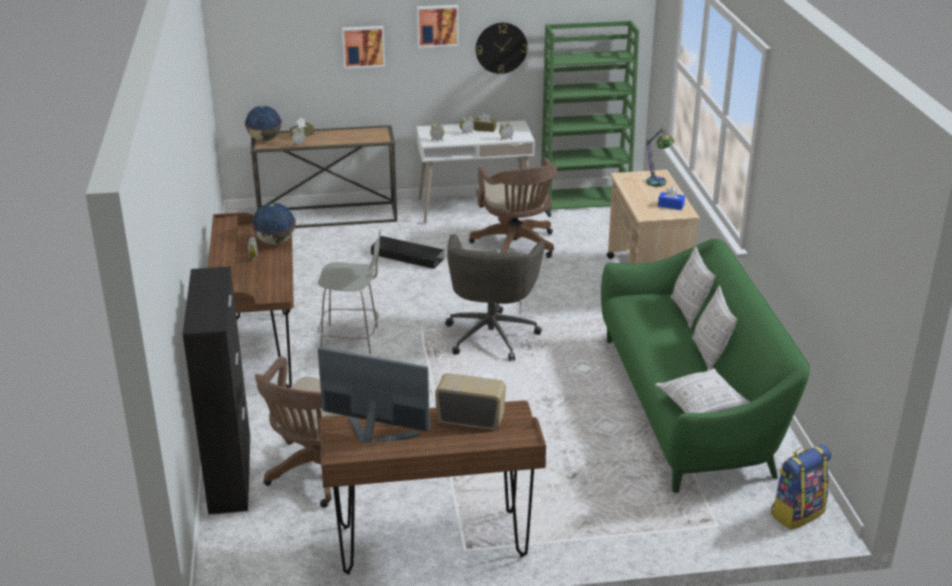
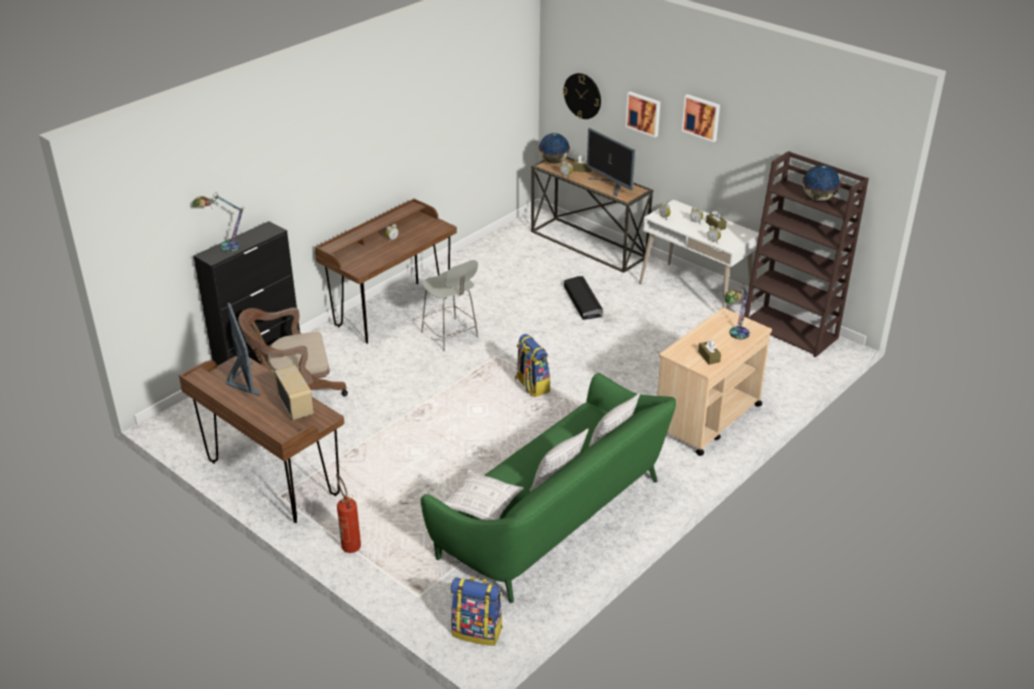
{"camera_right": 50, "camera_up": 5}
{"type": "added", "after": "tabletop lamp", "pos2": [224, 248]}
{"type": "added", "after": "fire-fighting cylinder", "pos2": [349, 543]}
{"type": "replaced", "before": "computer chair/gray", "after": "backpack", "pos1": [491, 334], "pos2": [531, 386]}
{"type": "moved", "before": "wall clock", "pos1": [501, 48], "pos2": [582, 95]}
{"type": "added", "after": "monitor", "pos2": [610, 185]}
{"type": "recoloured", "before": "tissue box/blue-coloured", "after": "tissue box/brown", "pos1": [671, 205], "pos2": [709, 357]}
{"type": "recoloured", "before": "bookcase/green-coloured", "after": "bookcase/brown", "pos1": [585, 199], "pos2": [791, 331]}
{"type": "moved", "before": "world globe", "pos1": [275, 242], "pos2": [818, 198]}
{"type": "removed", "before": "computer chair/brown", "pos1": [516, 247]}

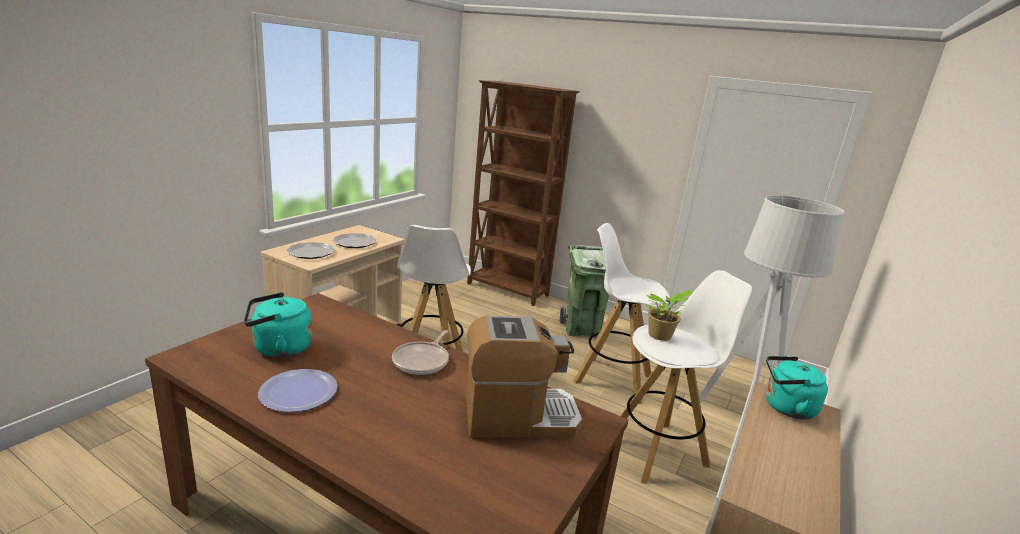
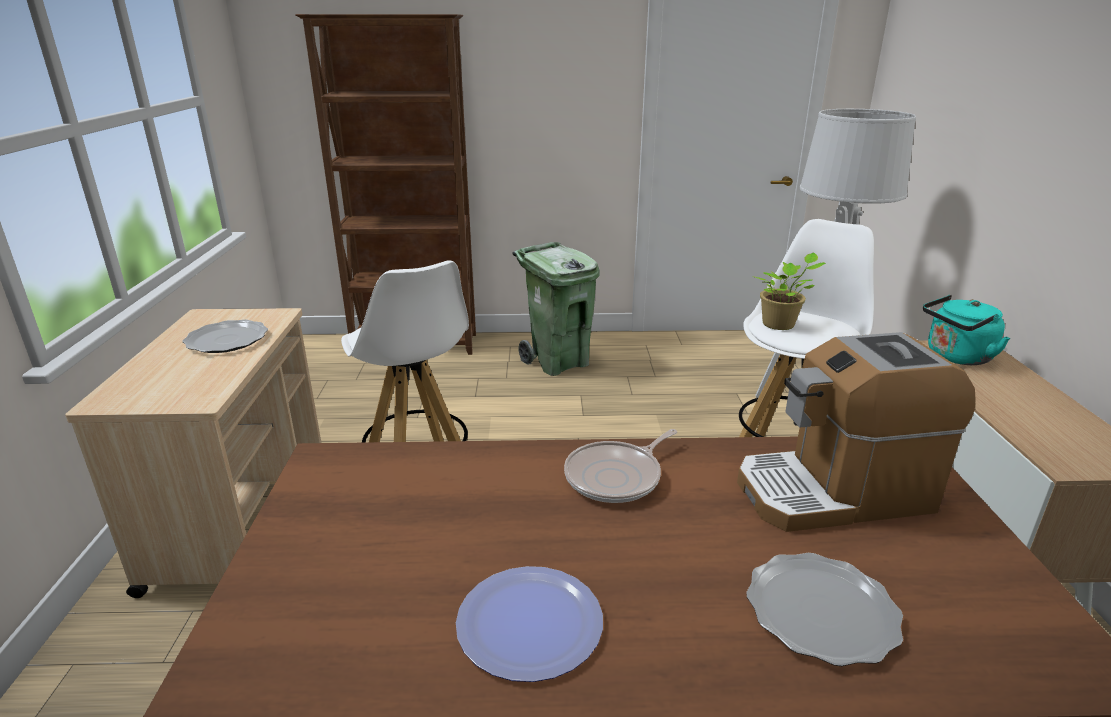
{"camera_right": -30, "camera_up": 5}
{"type": "turned", "before": "pan", "pos1": [422, 361], "pos2": [617, 477], "turn": 60}
{"type": "turned", "before": "coffee maker", "pos1": [519, 416], "pos2": [834, 492], "turn": -150}
{"type": "moved", "before": "dinner plate", "pos1": [311, 252], "pos2": [821, 611]}
{"type": "removed", "before": "tea kettle/turquoise-coloured", "pos1": [279, 348]}
{"type": "removed", "before": "sitting stool/whitish", "pos1": [612, 379]}

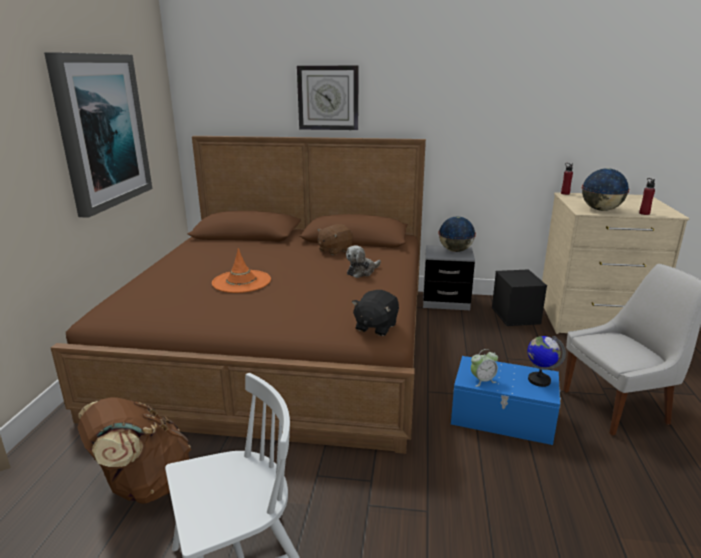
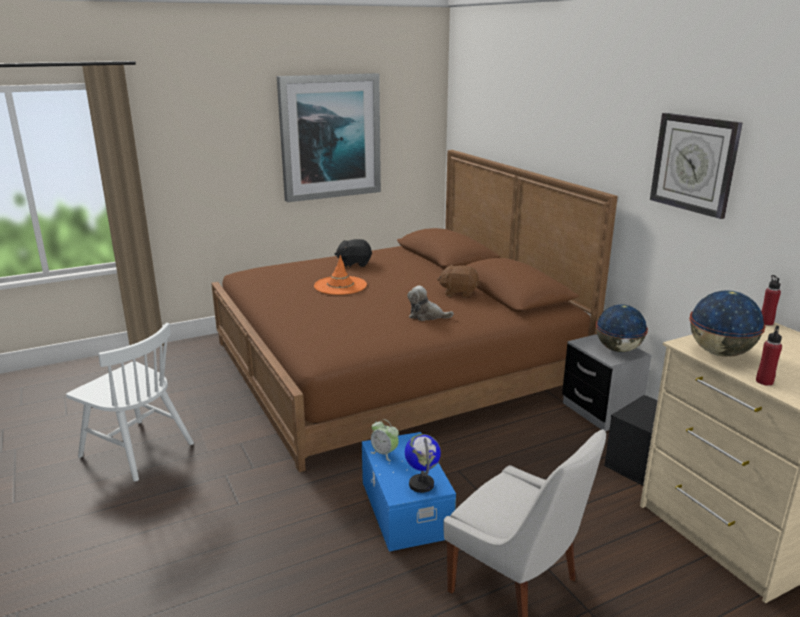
{"camera_right": 55, "camera_up": 0}
{"type": "moved", "before": "soft toy/black-coloured", "pos1": [375, 327], "pos2": [354, 263]}
{"type": "moved", "before": "wall clock", "pos1": [328, 98], "pos2": [694, 164]}
{"type": "removed", "before": "backpack/brown", "pos1": [143, 485]}

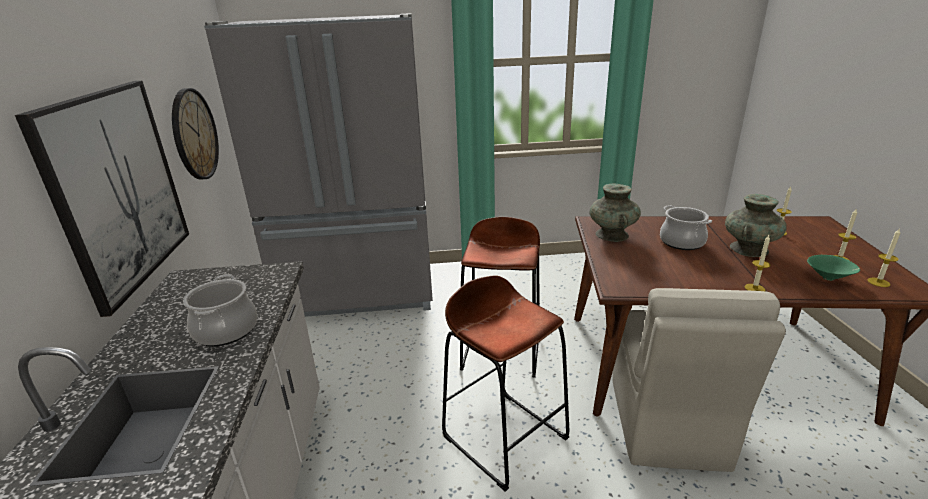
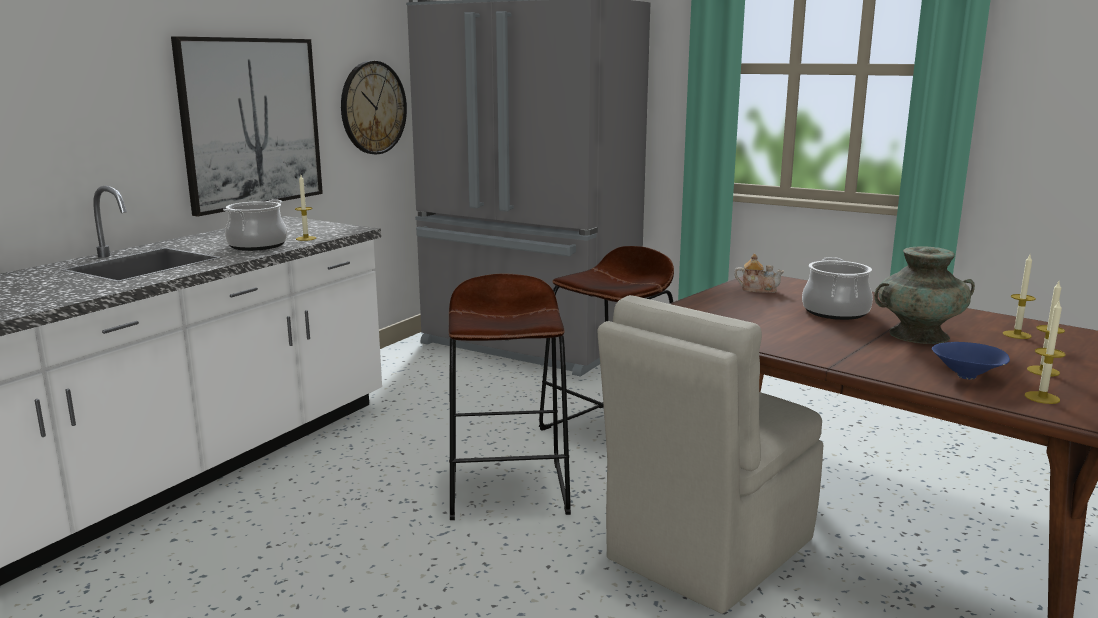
{"camera_right": 35, "camera_up": -10}
{"type": "moved", "before": "candle", "pos1": [754, 288], "pos2": [306, 238]}
{"type": "replaced", "before": "vase/turquoise-coloured", "after": "tea pot", "pos1": [611, 234], "pos2": [758, 289]}
{"type": "recoloured", "before": "deep dish/green-coloured", "after": "deep dish/blue-coloured", "pos1": [829, 278], "pos2": [968, 377]}

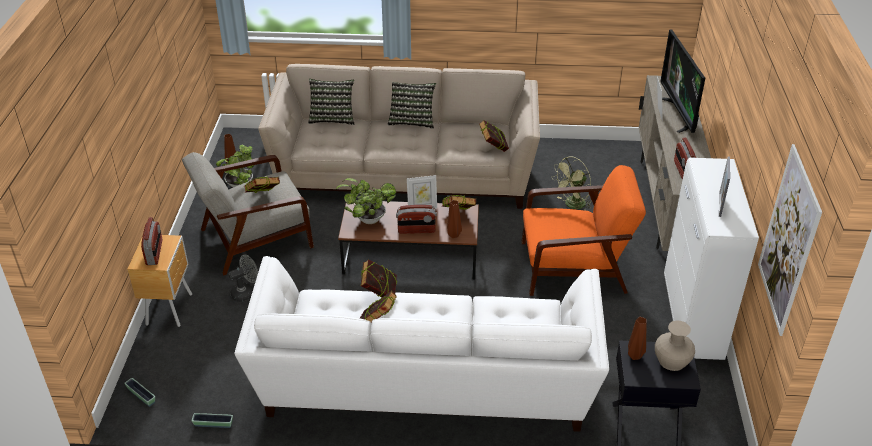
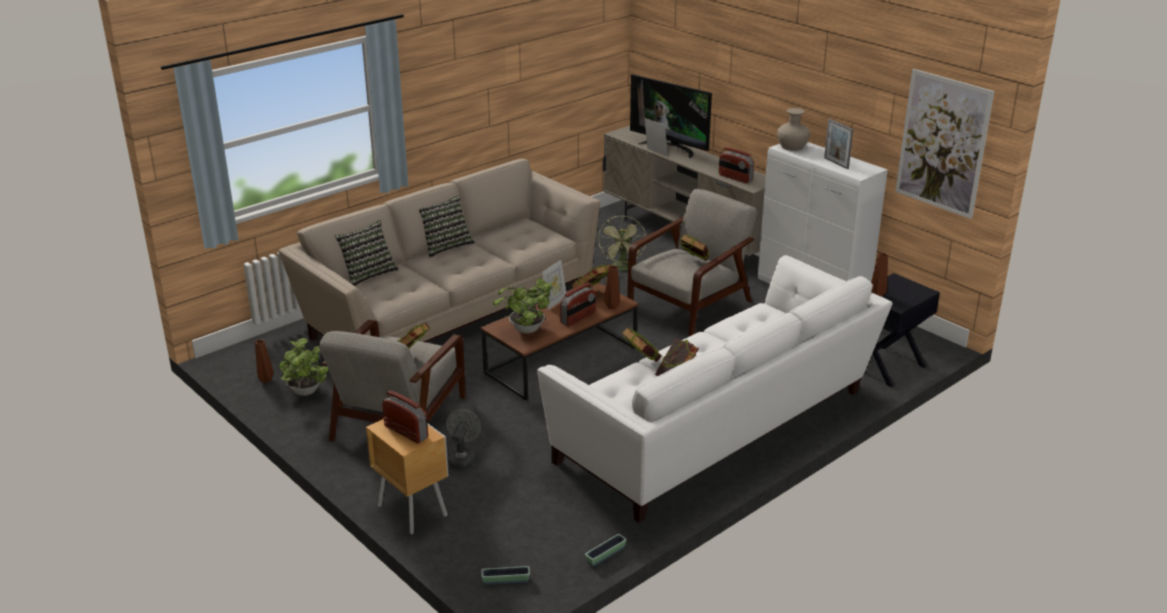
{"camera_right": -45, "camera_up": -10}
{"type": "recoloured", "before": "lounge chair/orange", "after": "lounge chair/gray", "pos1": [575, 267], "pos2": [691, 304]}
{"type": "moved", "before": "volume", "pos1": [493, 149], "pos2": [694, 263]}
{"type": "moved", "before": "vase/beige-coloured", "pos1": [672, 360], "pos2": [792, 146]}

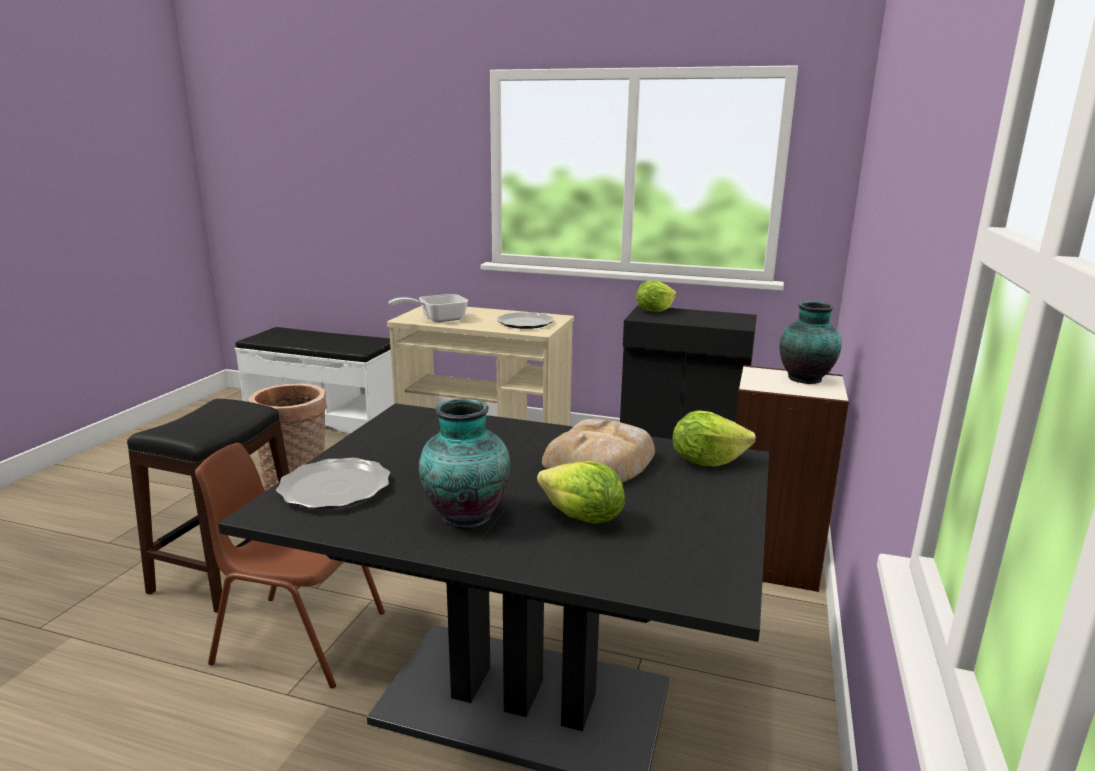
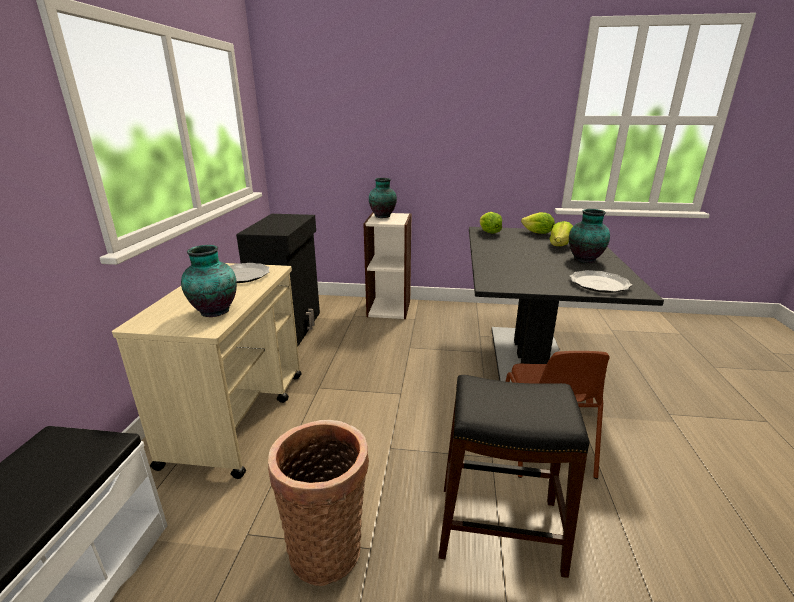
{"camera_right": -100, "camera_up": 5}
{"type": "replaced", "before": "pan", "after": "vase", "pos1": [437, 319], "pos2": [214, 312]}
{"type": "moved", "before": "head of lettuce", "pos1": [654, 311], "pos2": [537, 233]}
{"type": "removed", "before": "bakery bread", "pos1": [601, 461]}

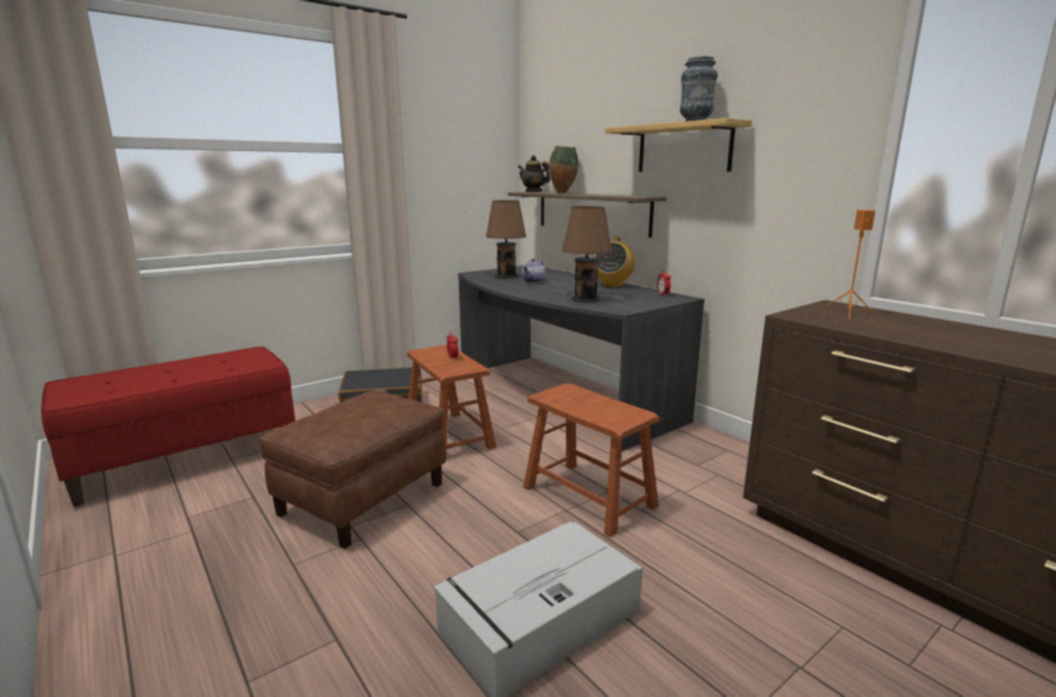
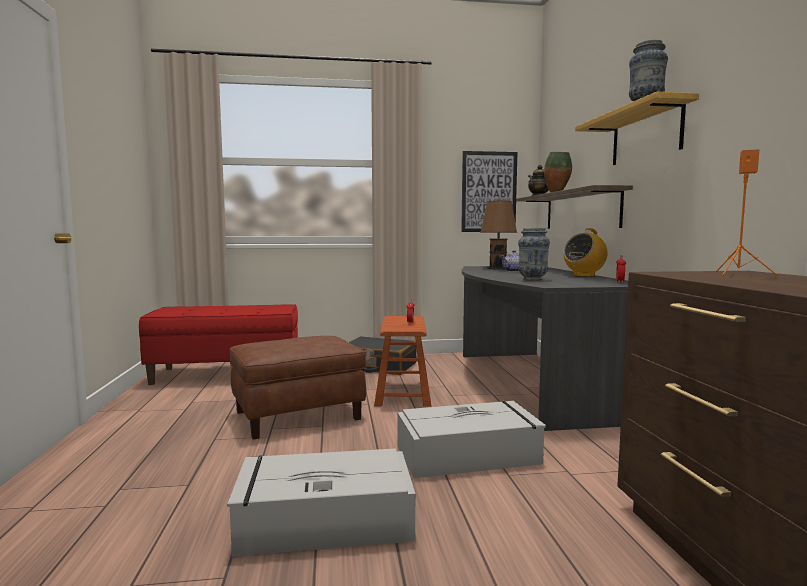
{"camera_right": 30, "camera_up": -10}
{"type": "replaced", "before": "sitting stool/brown", "after": "storage box/gray", "pos1": [588, 496], "pos2": [469, 454]}
{"type": "added", "after": "wall picture", "pos2": [489, 192]}
{"type": "replaced", "before": "tabletop lamp/brown", "after": "vase", "pos1": [585, 298], "pos2": [532, 279]}

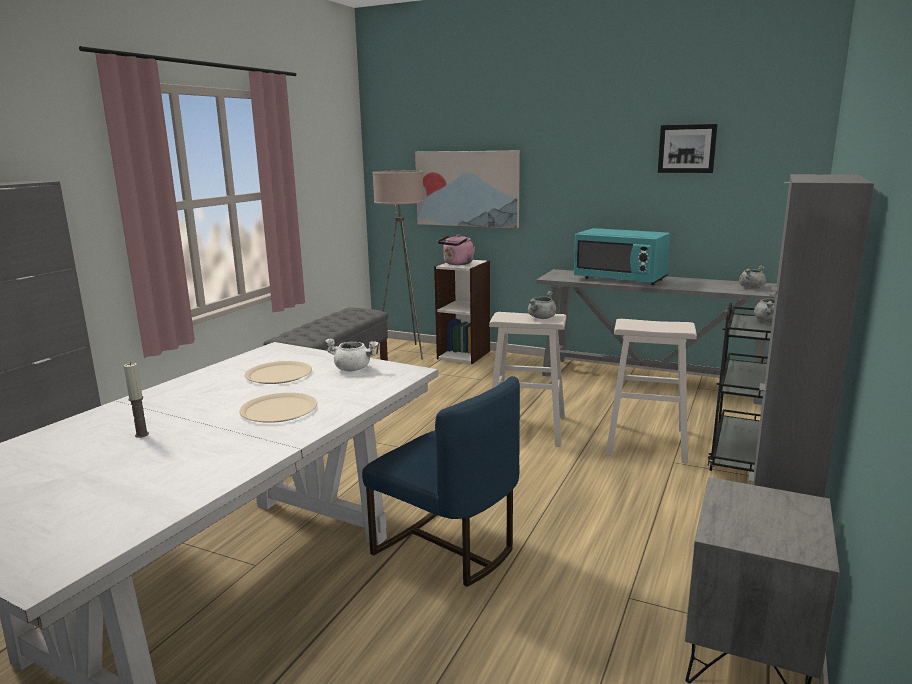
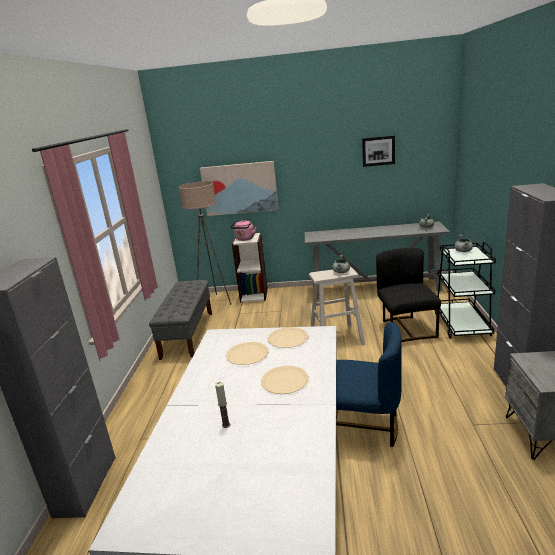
{"camera_right": -20, "camera_up": 5}
{"type": "replaced", "before": "stockpot/whitish", "after": "dinner plate/beige-coloured", "pos1": [353, 369], "pos2": [288, 338]}
{"type": "replaced", "before": "sitting stool/beige-coloured", "after": "plain chair/black-coloured", "pos1": [647, 441], "pos2": [406, 329]}
{"type": "removed", "before": "microwave/turquoise-coloured", "pos1": [620, 279]}

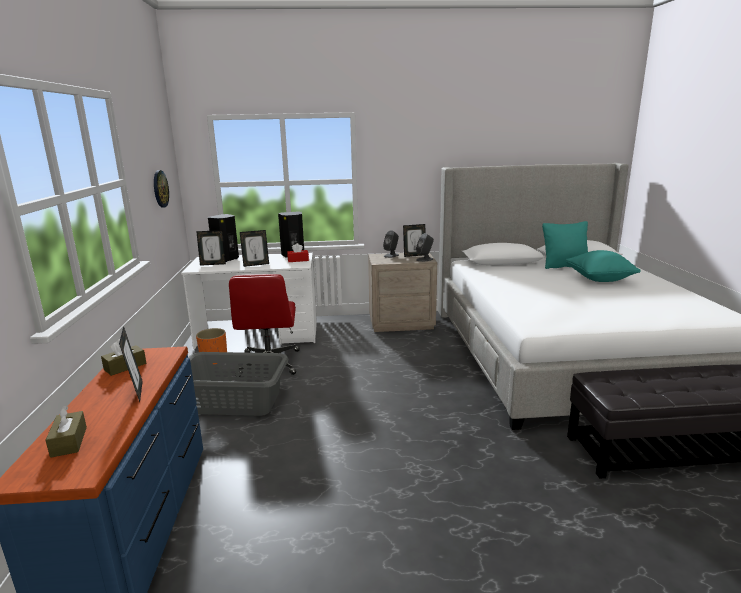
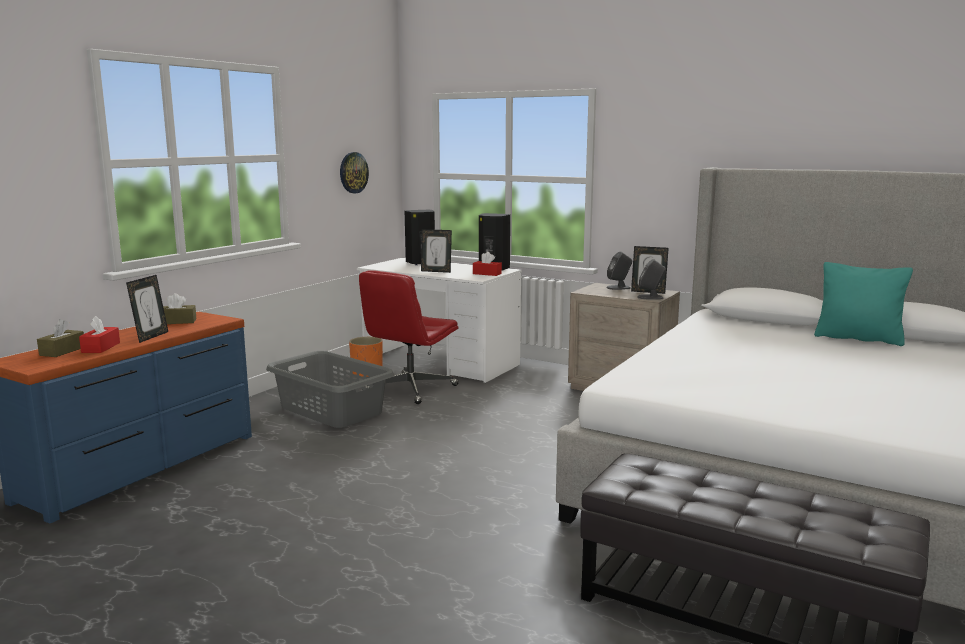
{"camera_right": 35, "camera_up": -5}
{"type": "added", "after": "tissue box/reddish", "pos2": [101, 347]}
{"type": "removed", "before": "photo frame", "pos1": [213, 264]}
{"type": "removed", "before": "cushion/turquoise-coloured", "pos1": [599, 279]}

